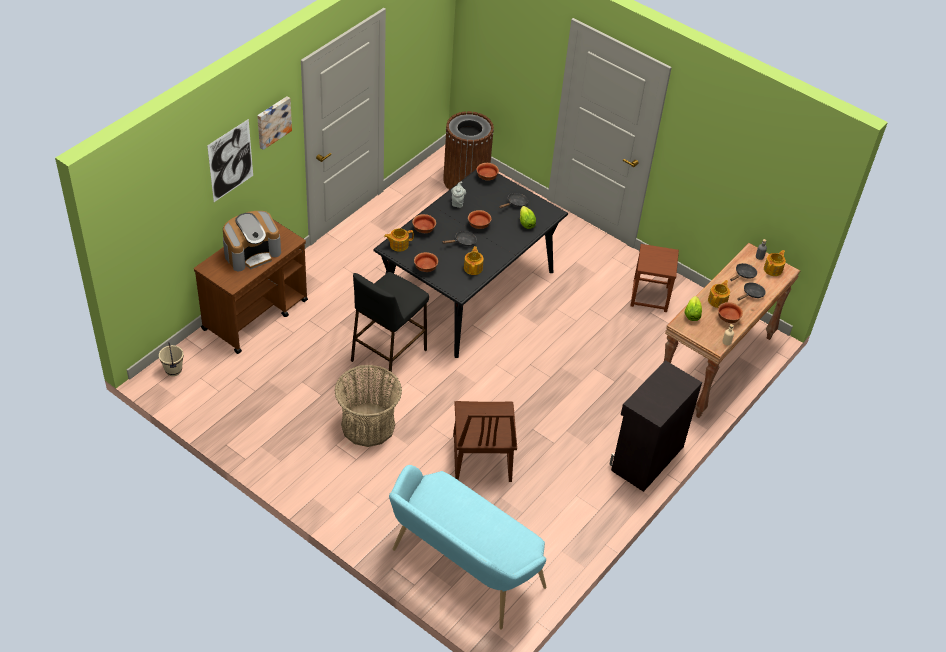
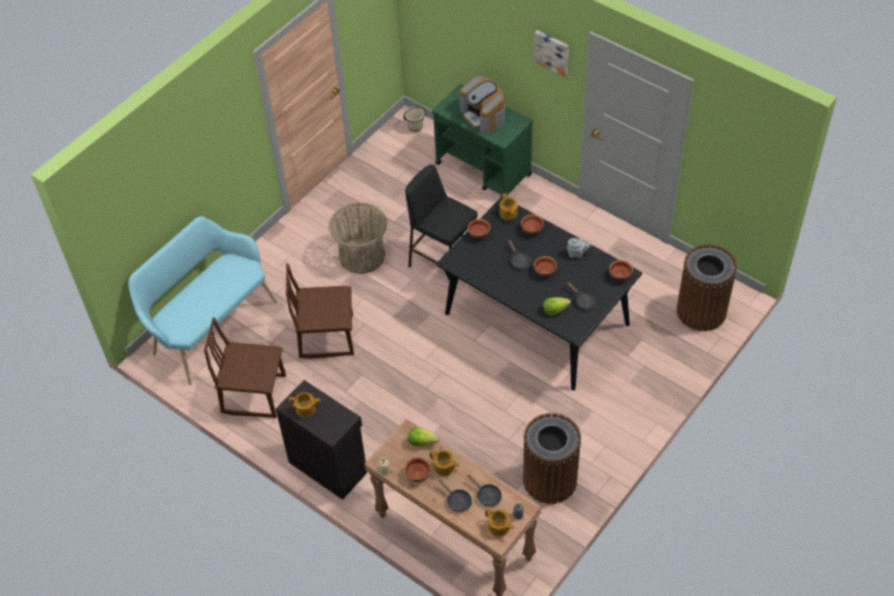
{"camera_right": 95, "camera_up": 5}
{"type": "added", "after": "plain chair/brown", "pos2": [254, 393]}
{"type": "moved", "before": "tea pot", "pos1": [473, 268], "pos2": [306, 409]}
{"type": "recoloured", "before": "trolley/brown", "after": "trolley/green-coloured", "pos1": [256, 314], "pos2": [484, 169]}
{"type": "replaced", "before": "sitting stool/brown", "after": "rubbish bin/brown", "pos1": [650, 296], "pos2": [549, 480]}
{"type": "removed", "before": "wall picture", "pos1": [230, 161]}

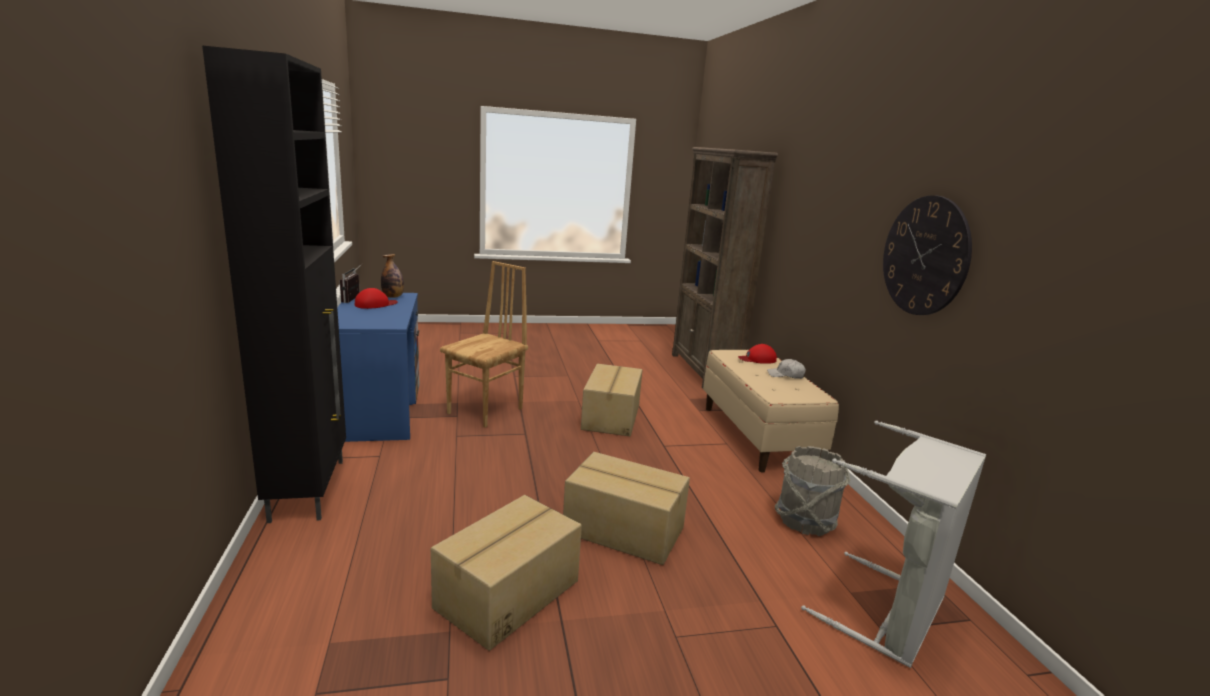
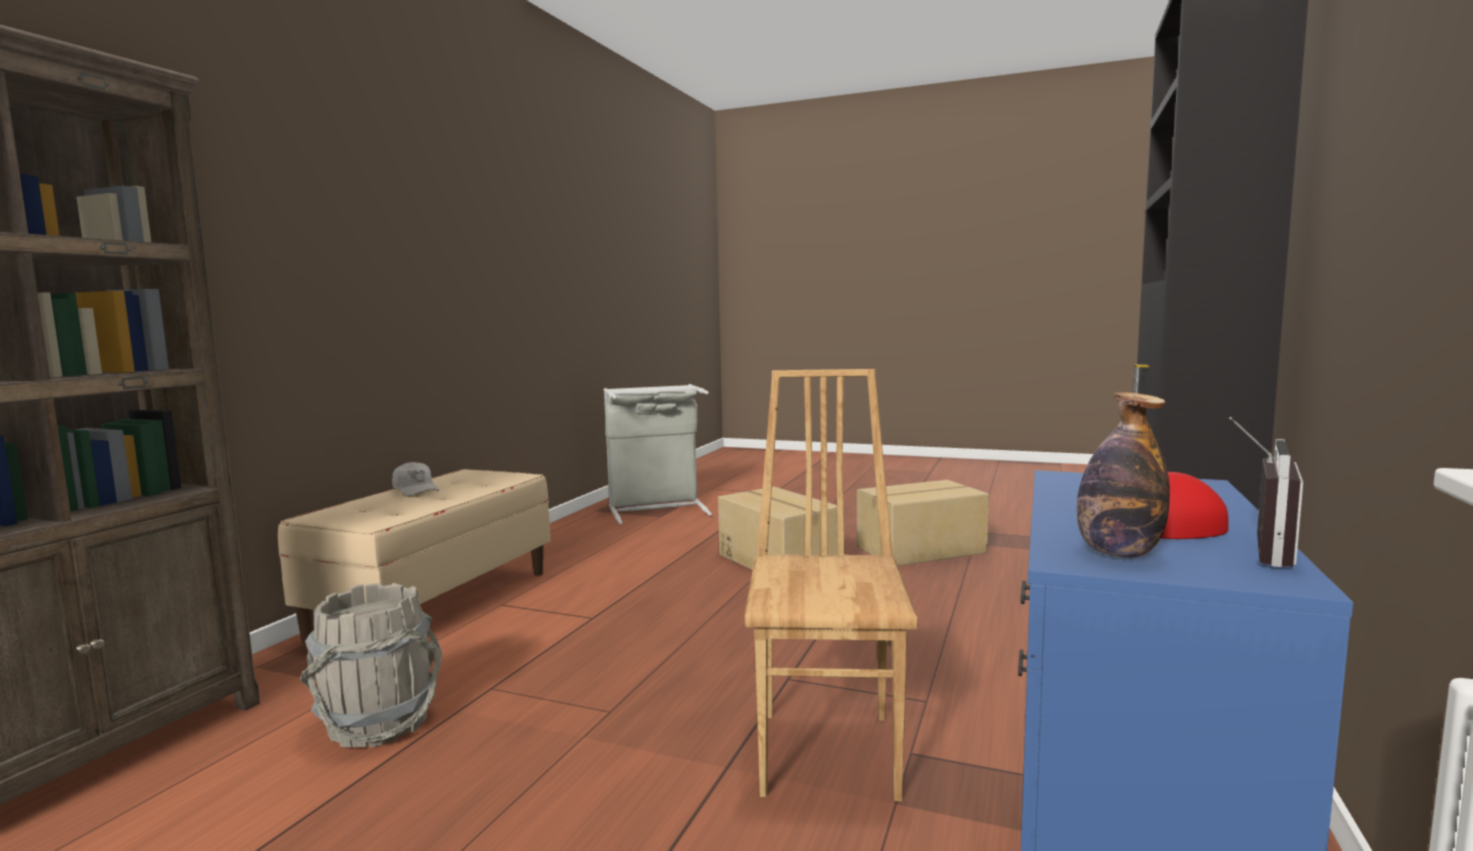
{"camera_right": -145, "camera_up": -10}
{"type": "moved", "before": "pail/gray", "pos1": [805, 521], "pos2": [378, 724]}
{"type": "turned", "before": "plain chair/brown", "pos1": [486, 411], "pos2": [830, 752], "turn": 120}
{"type": "removed", "before": "cardboard box", "pos1": [612, 417]}
{"type": "removed", "before": "cap/reddish", "pos1": [757, 359]}
{"type": "removed", "before": "wall clock", "pos1": [925, 256]}

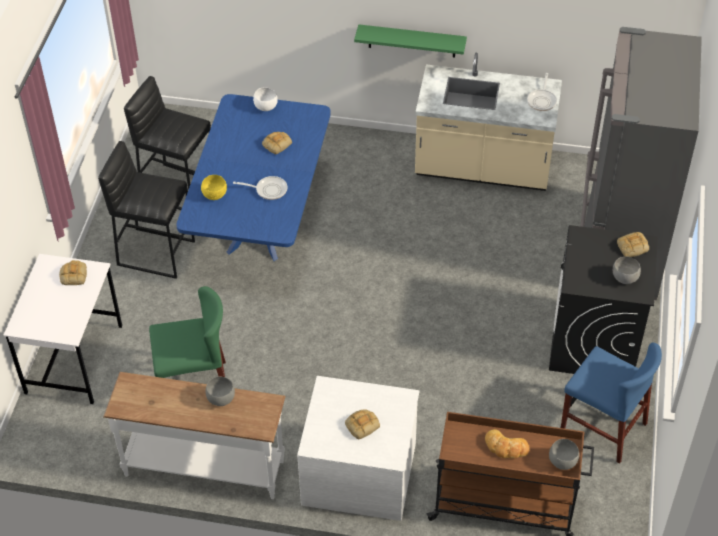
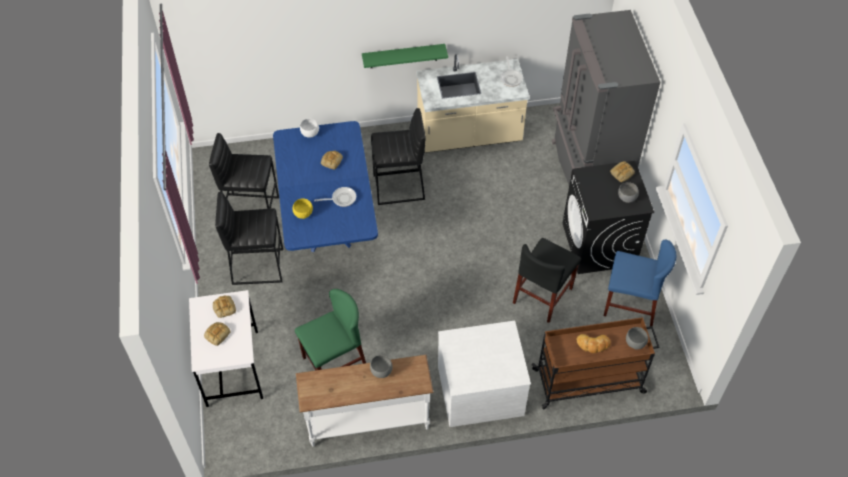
{"camera_right": -20, "camera_up": 5}
{"type": "moved", "before": "bakery bread", "pos1": [362, 425], "pos2": [217, 334]}
{"type": "added", "after": "sitting stool/black-coloured", "pos2": [399, 187]}
{"type": "added", "after": "plain chair/black-coloured", "pos2": [543, 295]}

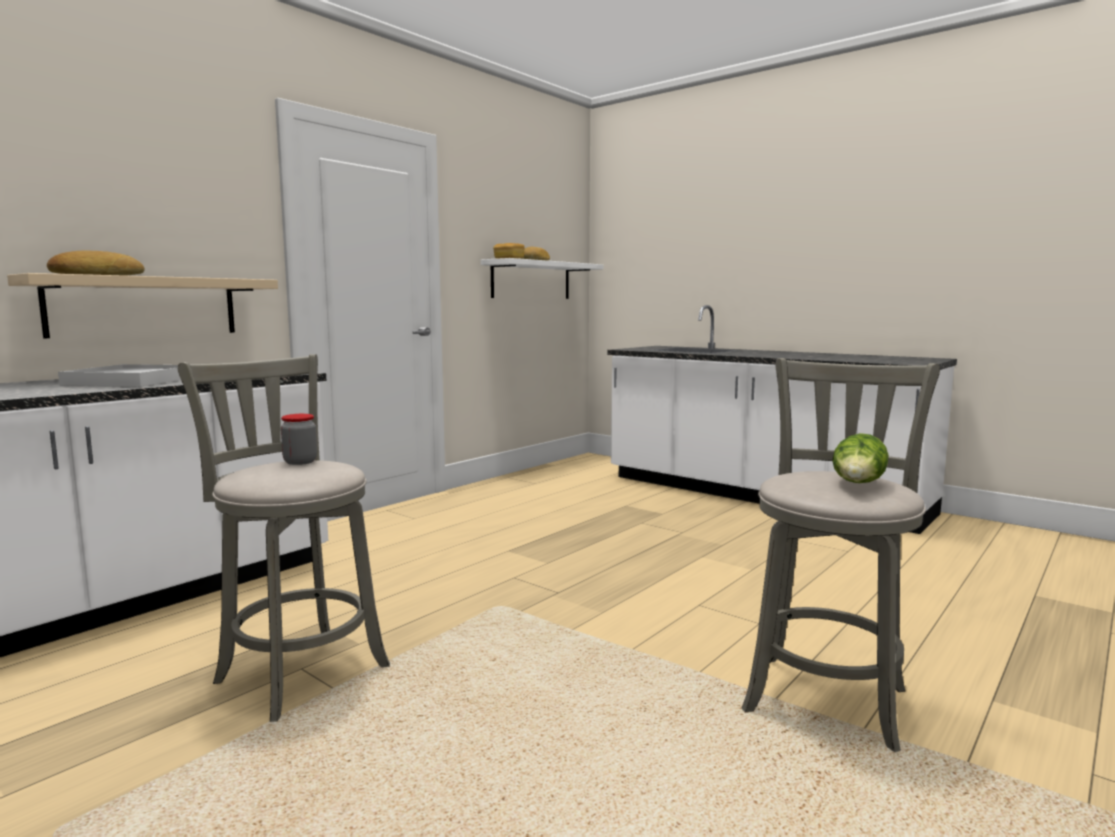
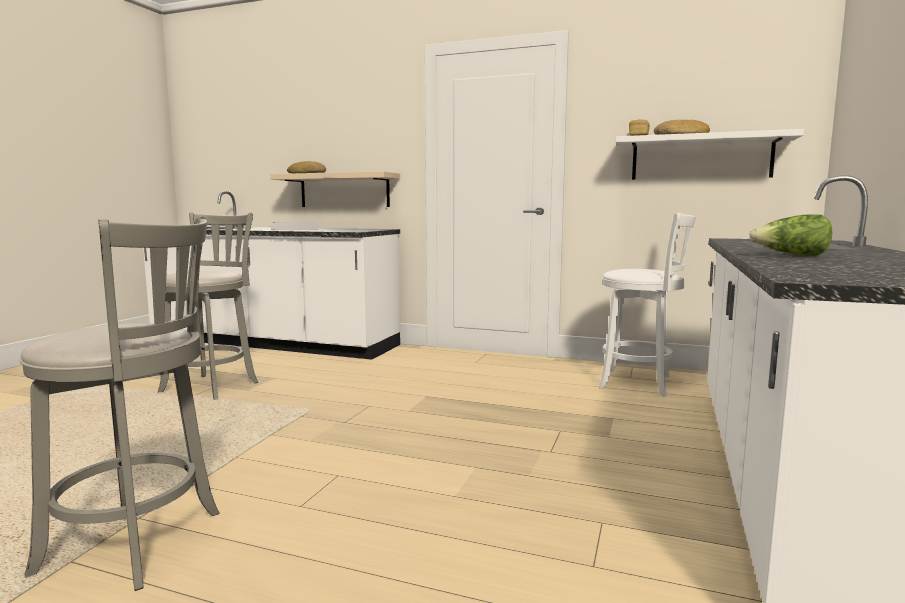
{"camera_right": 70, "camera_up": 0}
{"type": "added", "after": "sitting stool/whitish", "pos2": [640, 383]}
{"type": "moved", "before": "head of lettuce", "pos1": [858, 485], "pos2": [791, 255]}
{"type": "removed", "before": "jar", "pos1": [300, 462]}

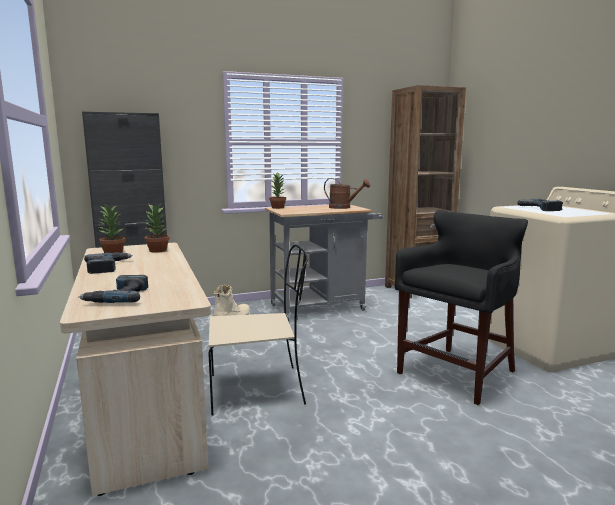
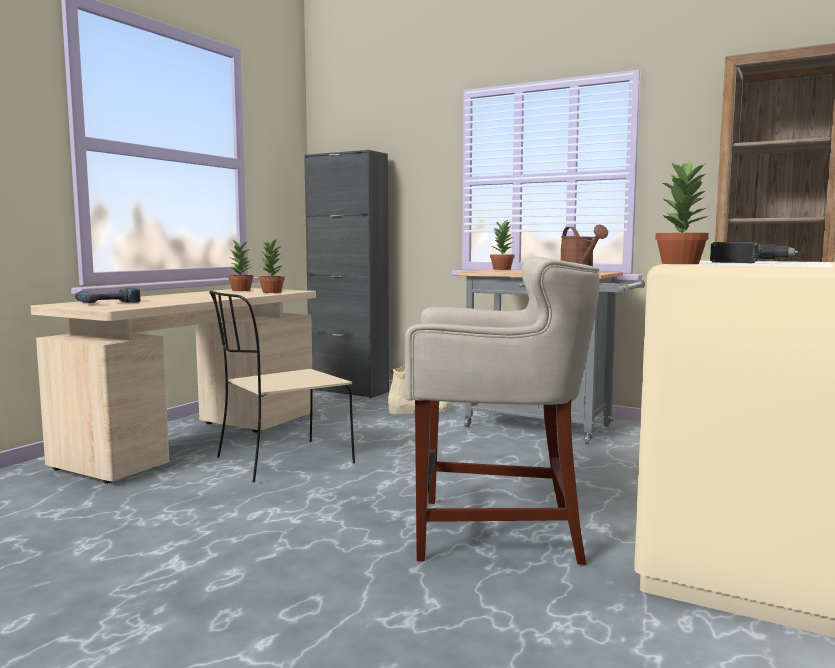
{"camera_right": 50, "camera_up": -5}
{"type": "turned", "before": "plain chair/beige-coloured", "pos1": [259, 389], "pos2": [281, 461], "turn": 105}
{"type": "recoloured", "before": "sitting stool/black-coloured", "after": "sitting stool/beige-coloured", "pos1": [457, 374], "pos2": [494, 531]}
{"type": "added", "after": "plant in a pot", "pos2": [681, 263]}
{"type": "removed", "before": "electric drill", "pos1": [108, 266]}

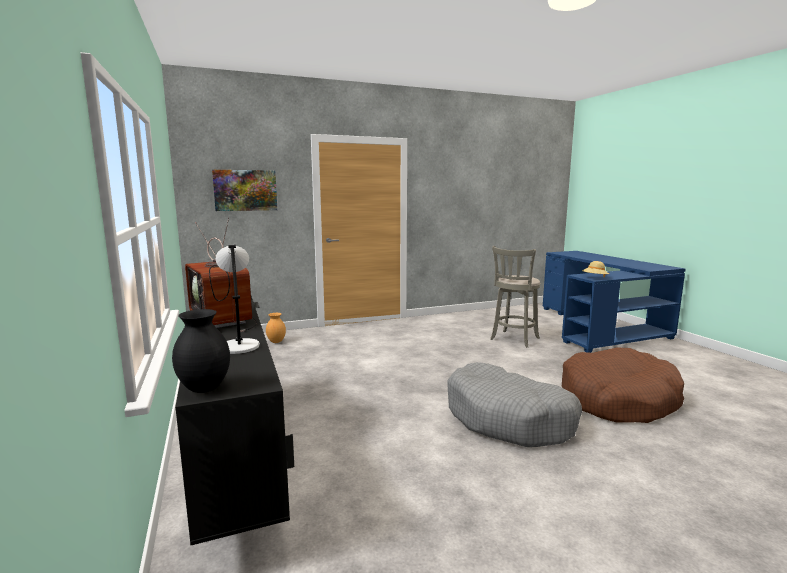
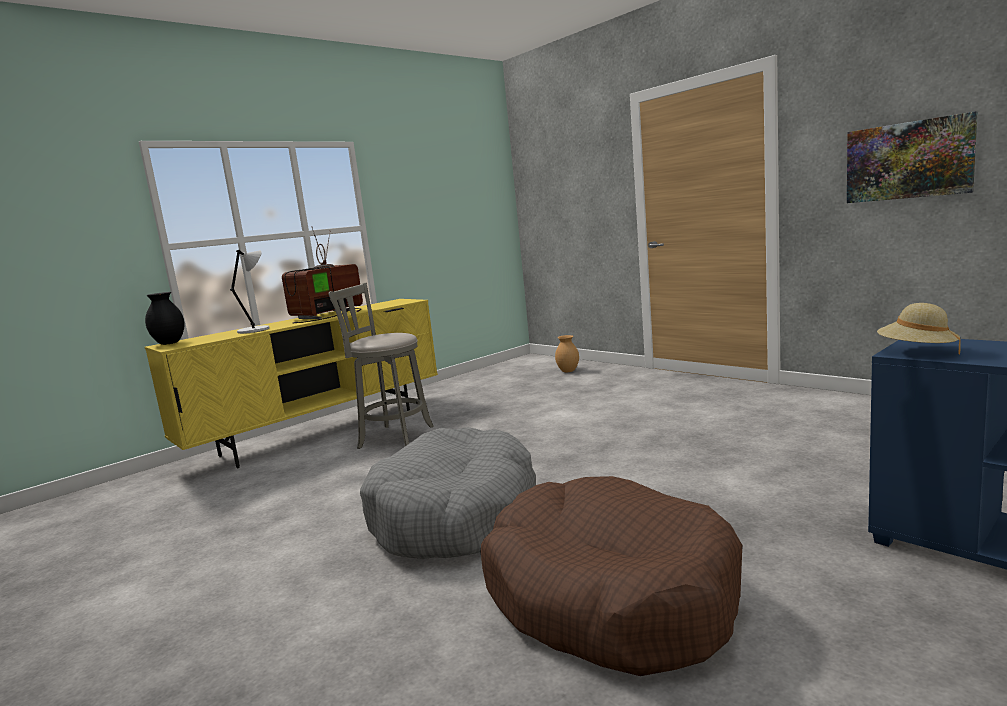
{"camera_right": 70, "camera_up": 0}
{"type": "recoloured", "before": "tv unit/black-coloured", "after": "tv unit/yellow-coloured", "pos1": [236, 456], "pos2": [322, 432]}
{"type": "moved", "before": "sitting stool/gray", "pos1": [513, 339], "pos2": [392, 437]}
{"type": "moved", "before": "wall picture", "pos1": [245, 190], "pos2": [908, 160]}

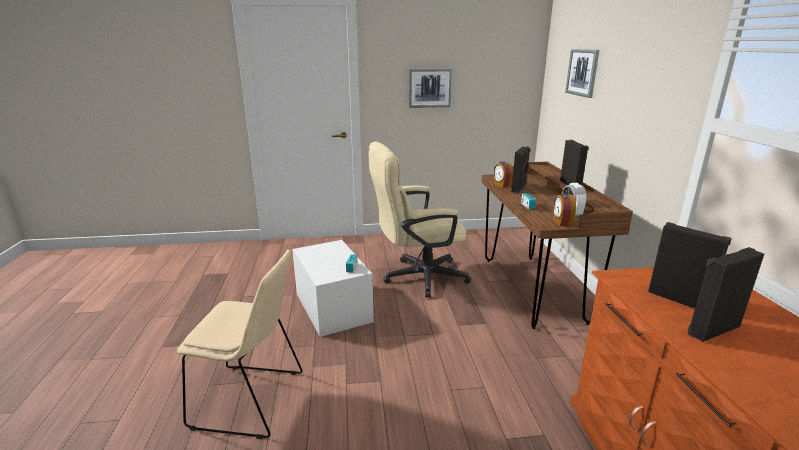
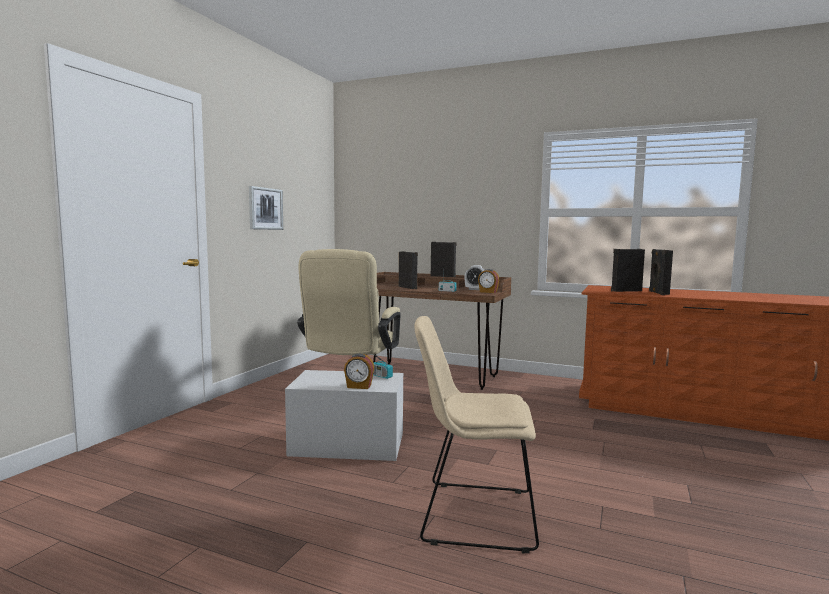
{"camera_right": -60, "camera_up": -15}
{"type": "moved", "before": "bedside clock", "pos1": [502, 185], "pos2": [359, 386]}
{"type": "turned", "before": "plain chair/beige-coloured", "pos1": [252, 400], "pos2": [472, 514], "turn": -120}
{"type": "removed", "before": "wall picture", "pos1": [582, 72]}

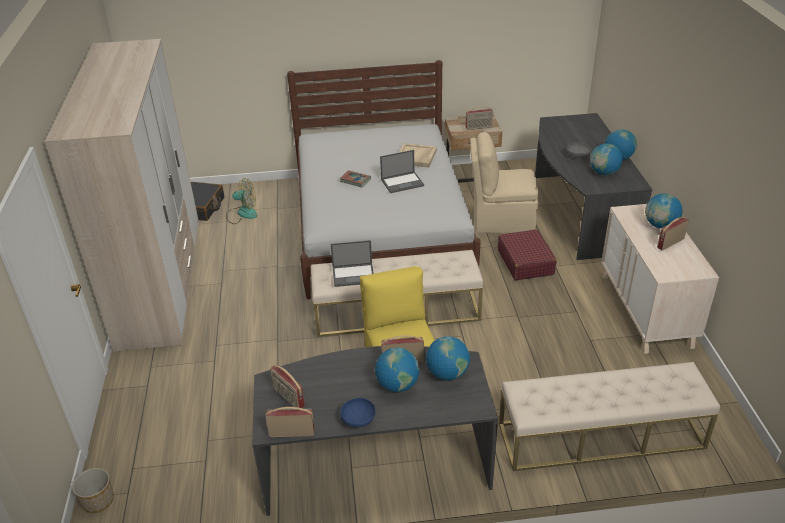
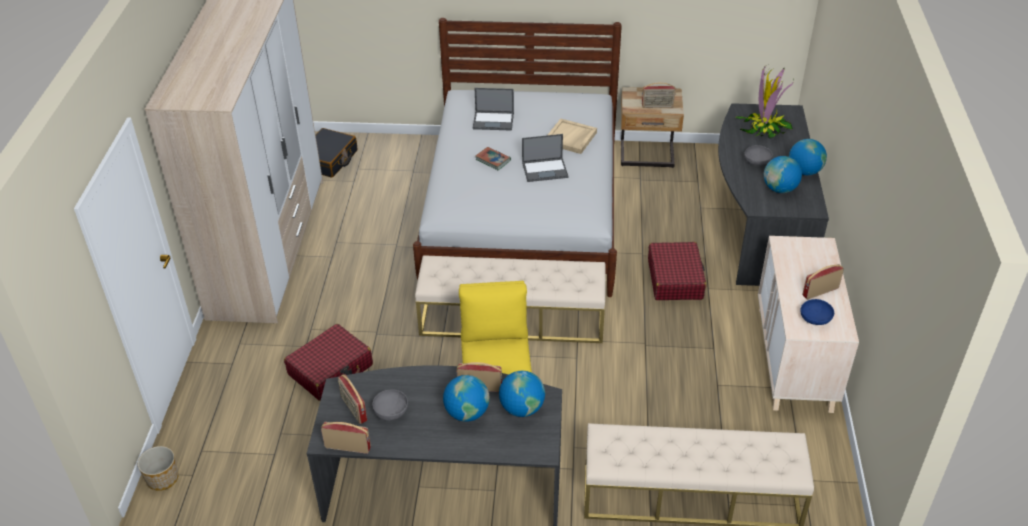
{"camera_right": 10, "camera_up": 5}
{"type": "added", "after": "travel case/reddish", "pos2": [331, 370]}
{"type": "added", "after": "deep dish/gray", "pos2": [391, 412]}
{"type": "moved", "before": "notebook computer", "pos1": [354, 275], "pos2": [494, 121]}
{"type": "added", "after": "plant in a pot", "pos2": [764, 129]}
{"type": "moved", "before": "deep dish/blue-coloured", "pos1": [358, 421], "pos2": [815, 320]}
{"type": "removed", "before": "cooling fan", "pos1": [242, 213]}
{"type": "removed", "before": "plain chair/beige-coloured", "pos1": [501, 220]}
{"type": "removed", "before": "world globe", "pos1": [660, 225]}

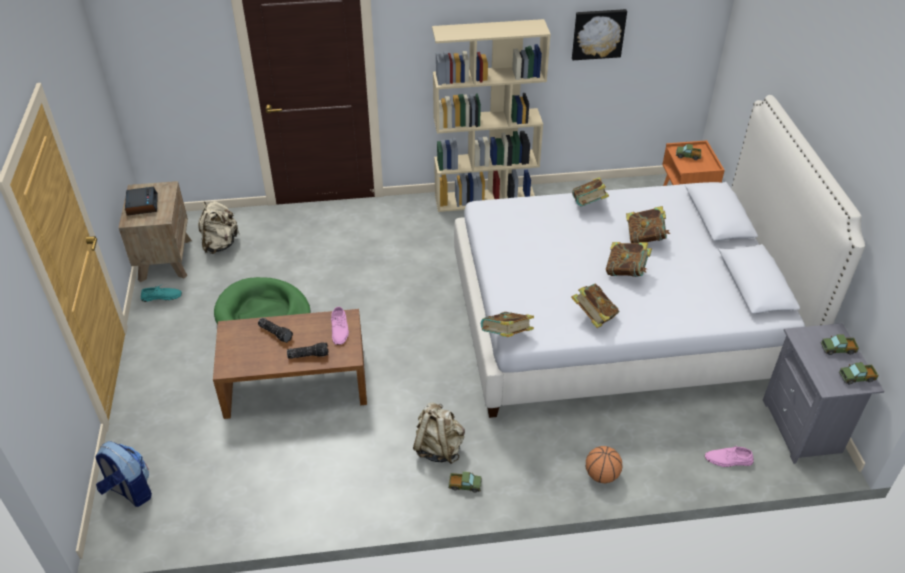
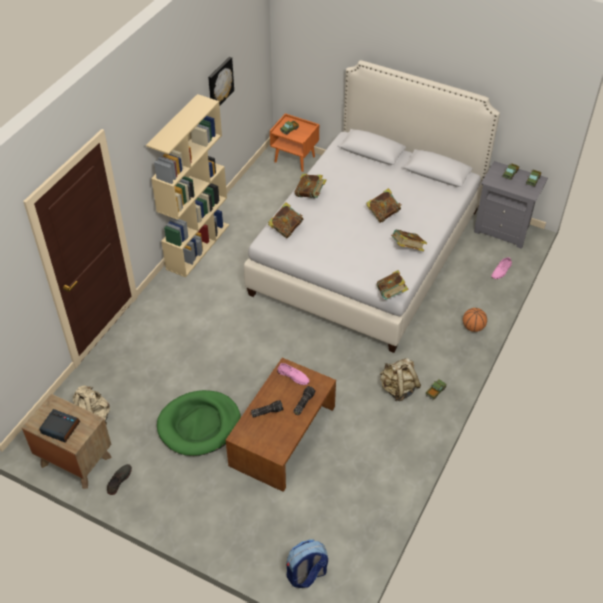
{"camera_right": -55, "camera_up": 5}
{"type": "recoloured", "before": "item of footwear/turquoise-coloured", "after": "item of footwear/gray", "pos1": [161, 296], "pos2": [119, 480]}
{"type": "moved", "before": "volume", "pos1": [645, 238], "pos2": [286, 229]}

